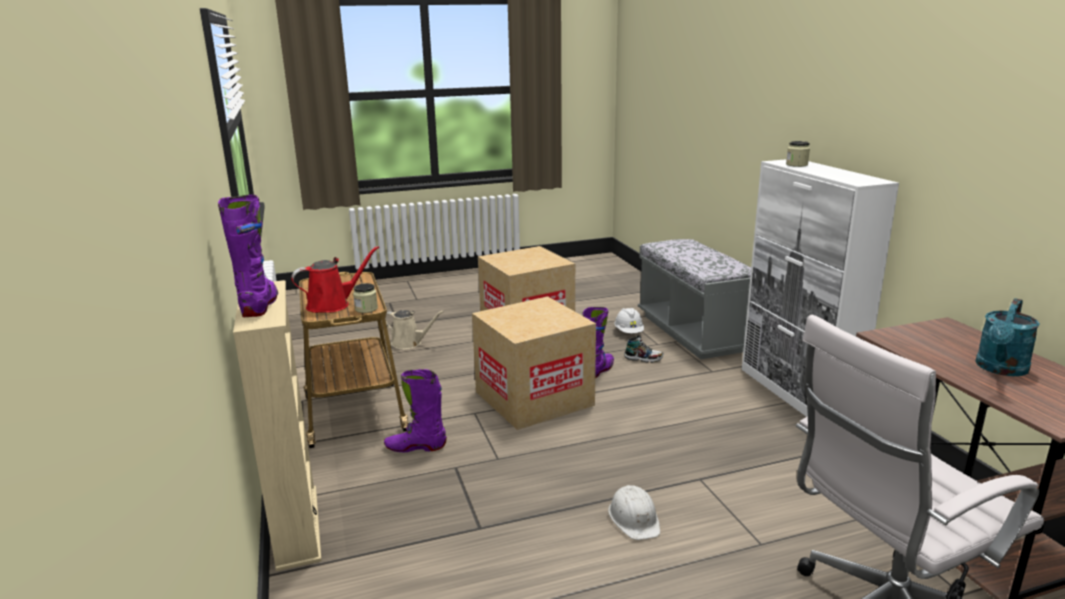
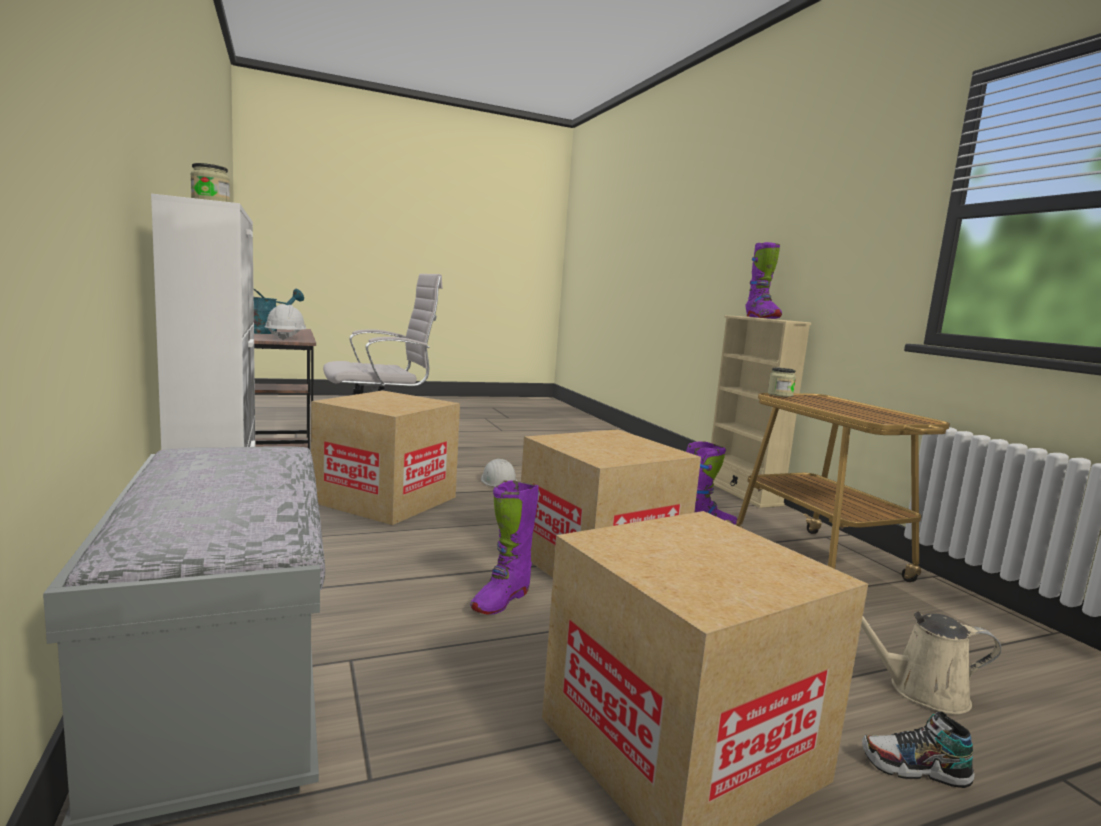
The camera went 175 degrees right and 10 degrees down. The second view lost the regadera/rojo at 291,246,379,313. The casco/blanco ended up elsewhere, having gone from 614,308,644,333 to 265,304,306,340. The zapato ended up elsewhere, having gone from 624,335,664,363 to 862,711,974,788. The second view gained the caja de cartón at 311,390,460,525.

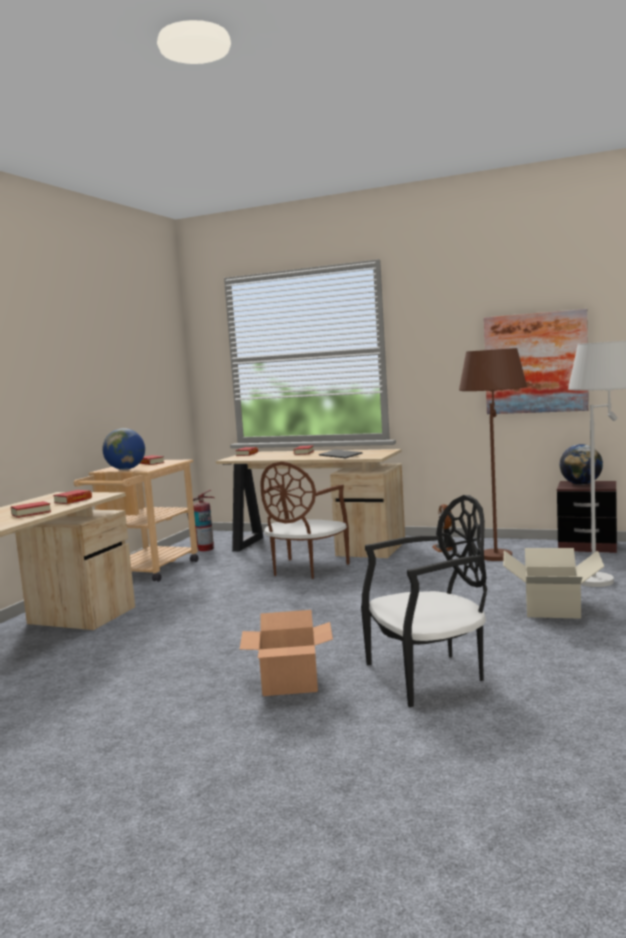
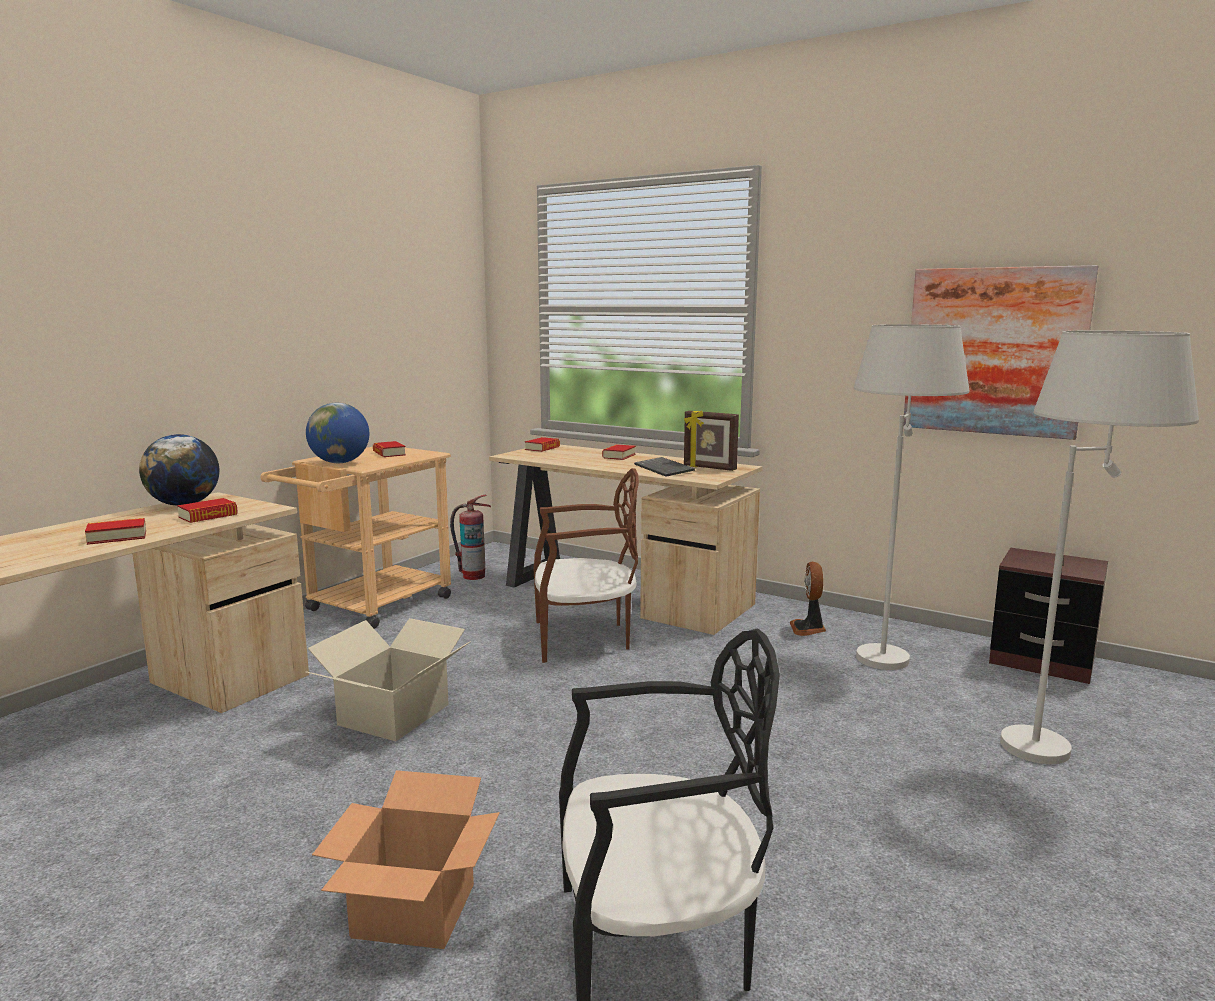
The camera went 10 degrees right and 5 degrees up. What was the lámpara de pie/marrón at 459,348,527,561 turned into the lámpara de pie/blanco at 854,324,969,670. The globo terráqueo ended up elsewhere, having gone from 560,444,603,485 to 139,434,220,506. The silla/marrón at 260,462,350,579 ended up facing another way, 135 degrees counterclockwise from before. The caja de cartón ended up elsewhere, having gone from 503,548,604,619 to 306,618,470,741. The second view gained the portarretratos at 684,411,739,471.

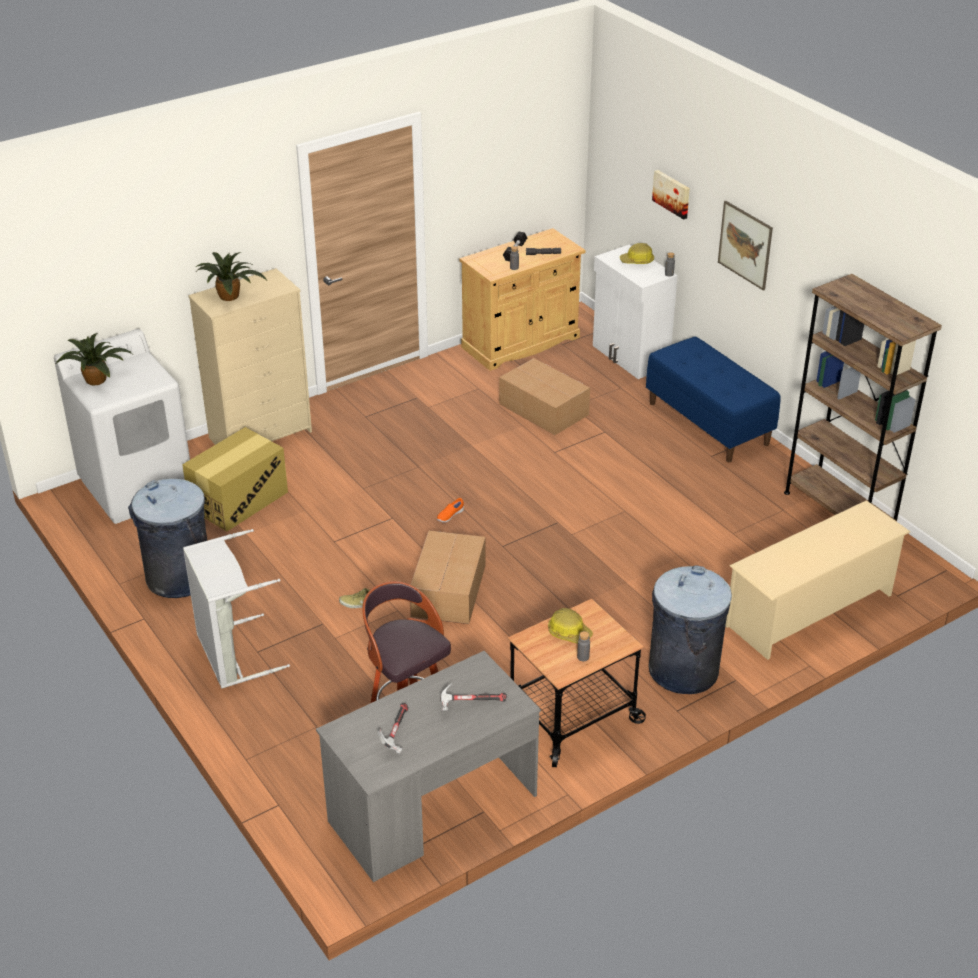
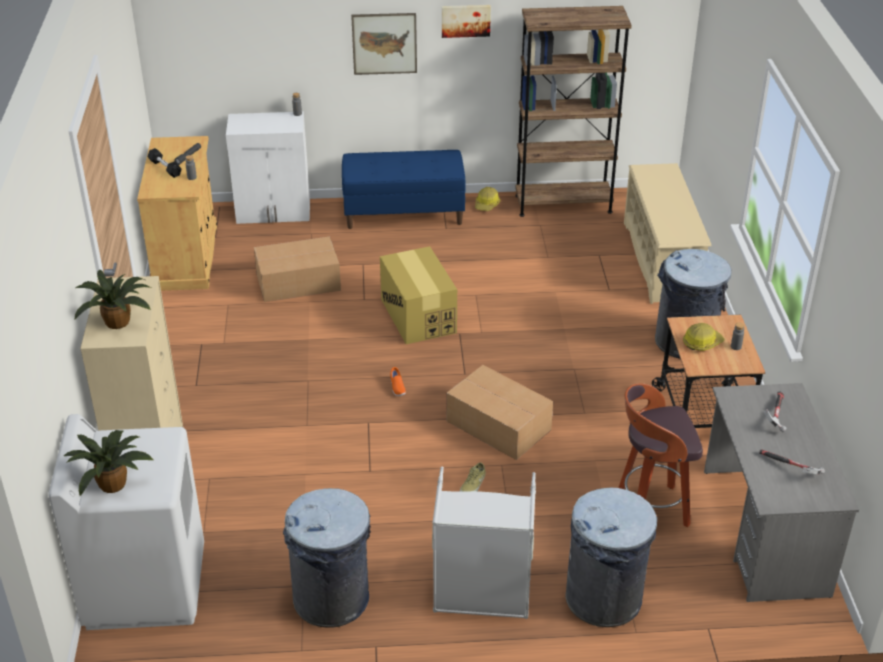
The camera went 60 degrees left and 0 degrees up. The cuadro ended up elsewhere, having gone from 652,170,690,219 to 442,5,491,38. The casco ended up elsewhere, having gone from 620,243,654,264 to 475,187,500,211. The caja de cartón ended up elsewhere, having gone from 182,427,288,532 to 380,246,457,344. The second view gained the papelera/gris at 565,487,657,627.

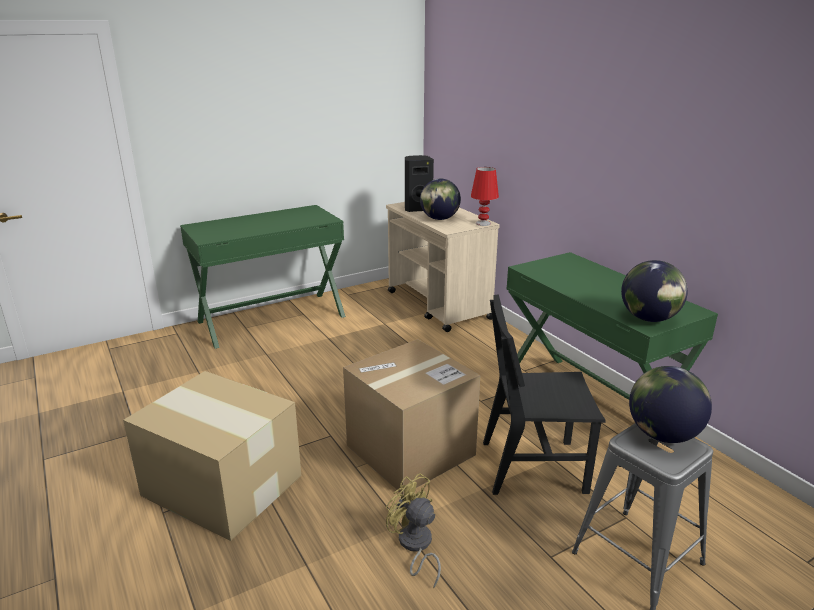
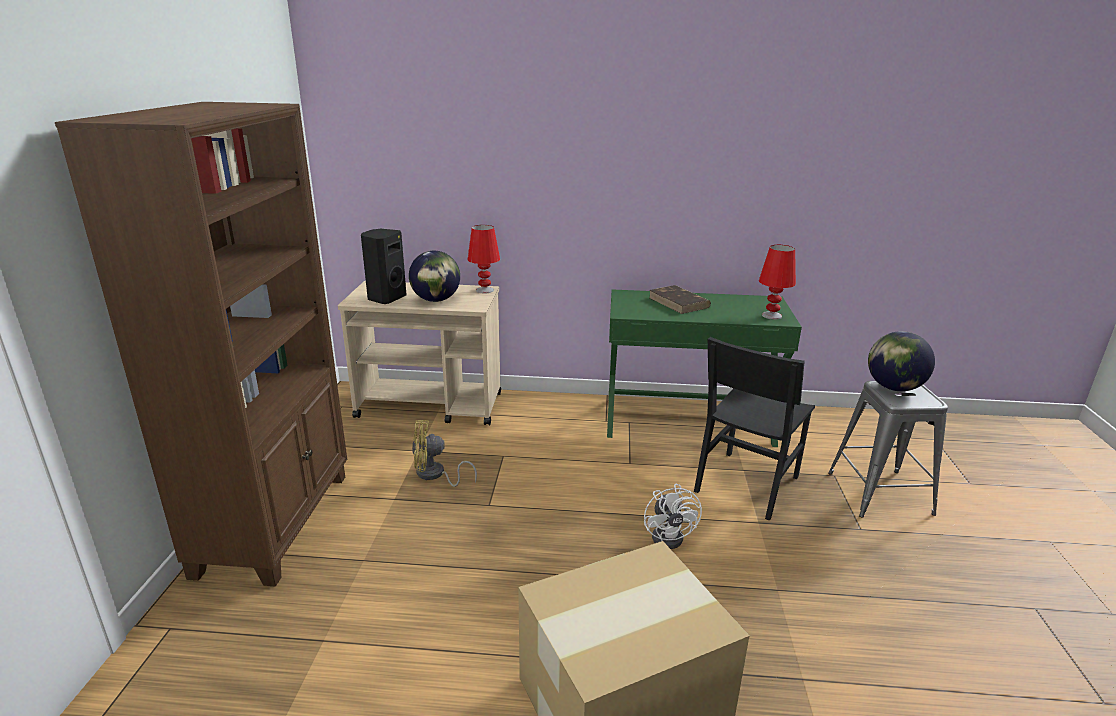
The camera went 55 degrees left and 0 degrees up. Where the escritorio/verde stood at 180,205,346,349, the estantería/marrón came to stand at 55,102,347,586. Where the globo terráqueo stood at 621,260,688,322, the lámpara de mesa/rojo came to stand at 759,245,796,319. Where the caja de cartón stood at 343,339,480,495, the ventilador/blanco came to stand at 644,484,702,549. The ventilador/amarillo ended up elsewhere, having gone from 386,473,441,588 to 412,420,477,487. The second view gained the libro/marrón at 649,285,711,314.

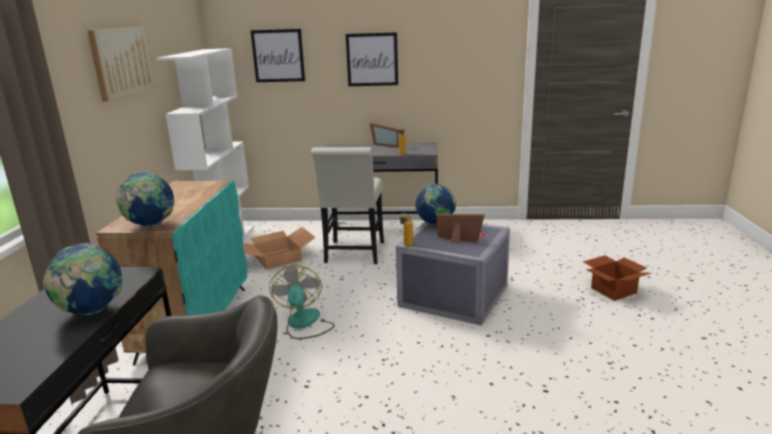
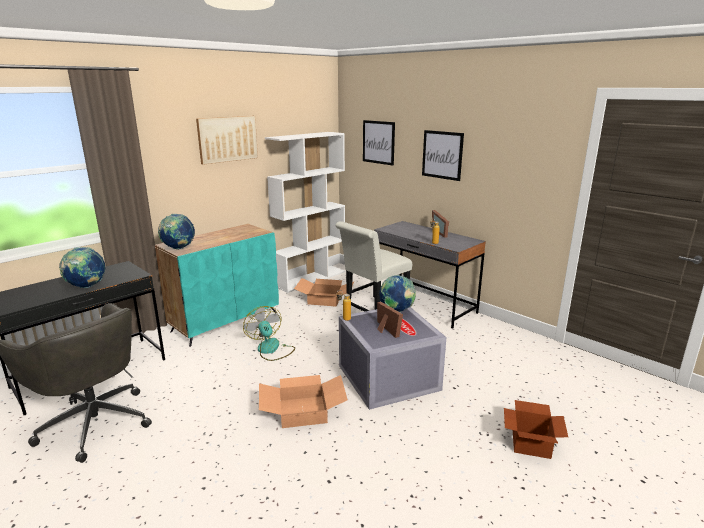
The camera went 40 degrees right and 0 degrees up. The ventilador at 269,265,335,339 ended up facing another way, 60 degrees counterclockwise from before. The second view gained the caja de cartón at 259,375,348,428.

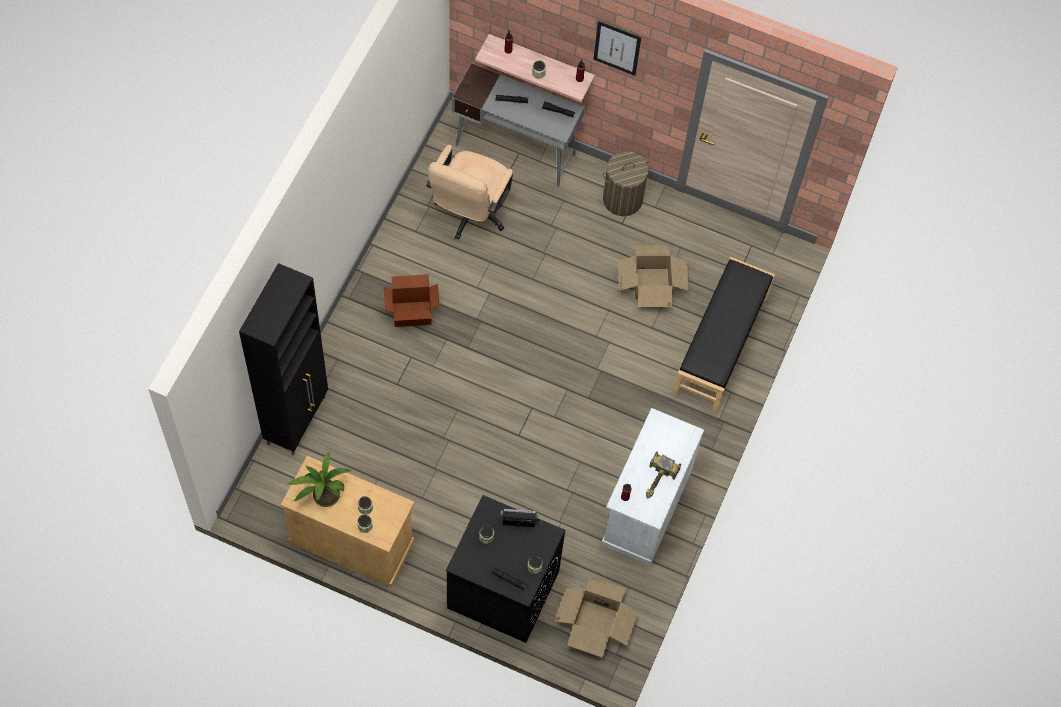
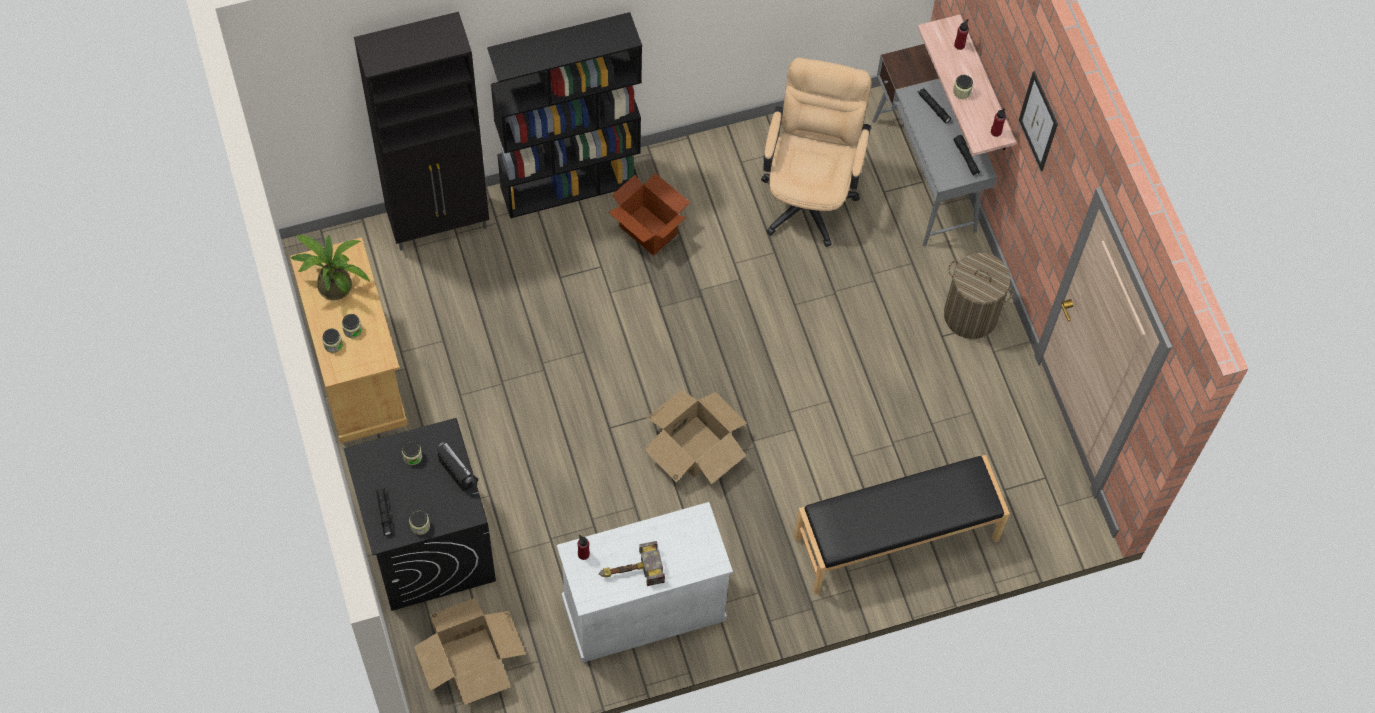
The camera went 50 degrees right and 0 degrees up. The silla de oficina/beis at 426,145,513,240 ended up facing another way, 120 degrees clockwise from before. The caja de cartón ended up elsewhere, having gone from 618,245,689,307 to 645,390,747,485. The second view gained the estantería/negro at 487,12,642,218.

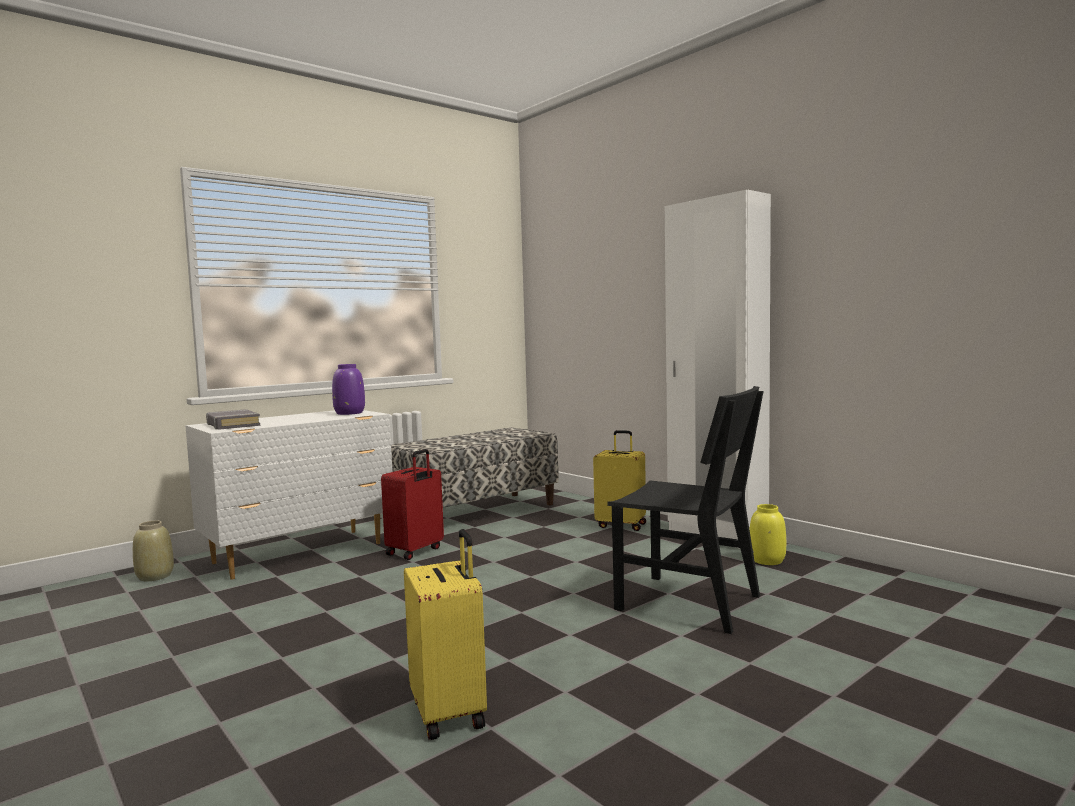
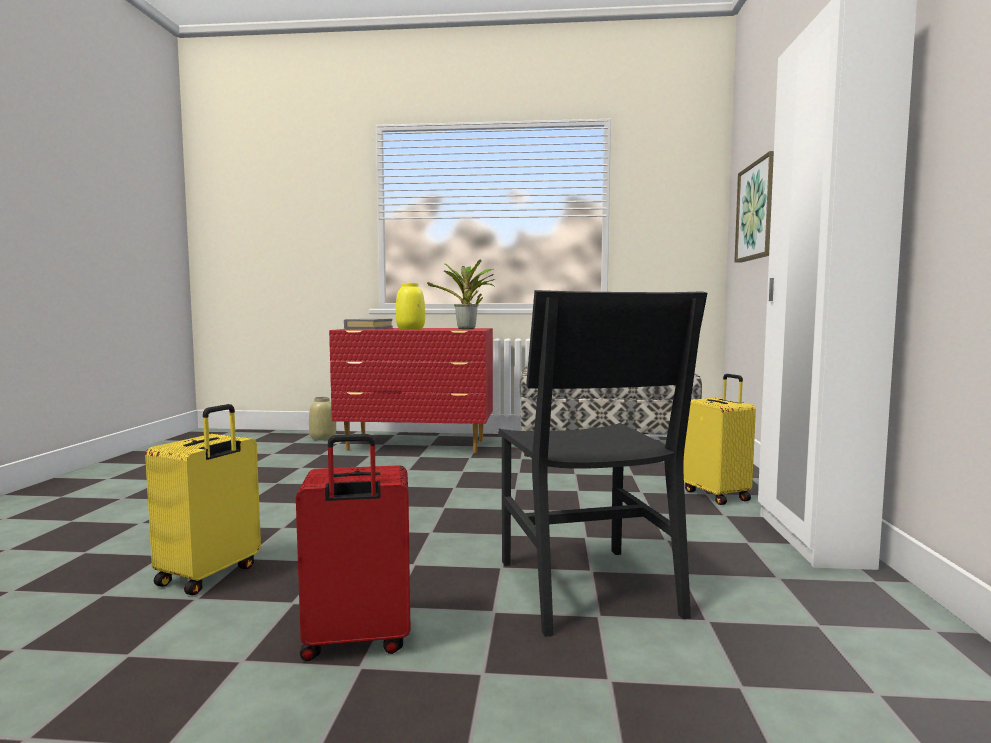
The camera went 45 degrees right and 0 degrees up. Where the florero/morado stood at 332,364,365,415, the planta en maceta came to stand at 427,260,496,329. What was the cómoda/blanco at 185,410,393,580 turned into the cómoda/rojo at 329,328,493,453. The maleta/rojo ended up elsewhere, having gone from 381,449,444,560 to 296,434,410,661. The florero/amarillo ended up elsewhere, having gone from 749,504,786,565 to 396,283,425,330. The second view gained the cuadro at 734,151,774,263.

